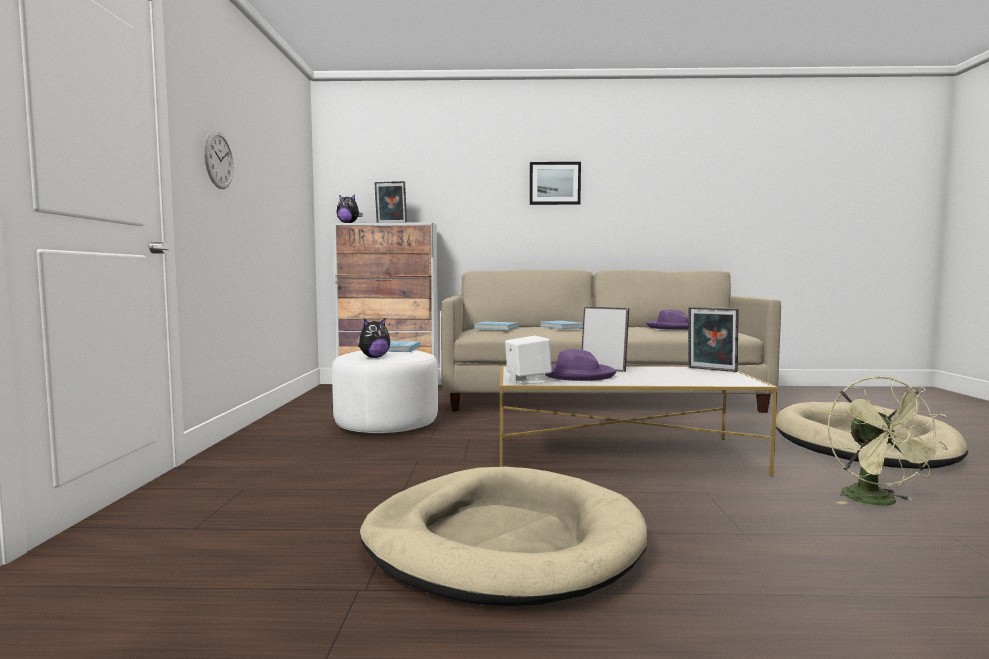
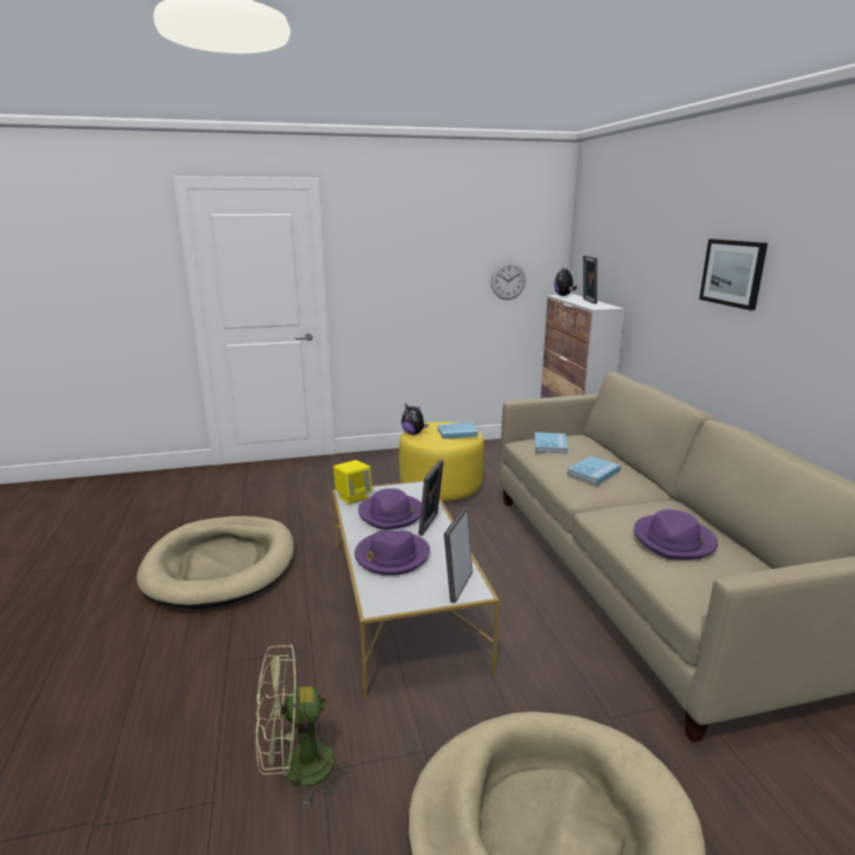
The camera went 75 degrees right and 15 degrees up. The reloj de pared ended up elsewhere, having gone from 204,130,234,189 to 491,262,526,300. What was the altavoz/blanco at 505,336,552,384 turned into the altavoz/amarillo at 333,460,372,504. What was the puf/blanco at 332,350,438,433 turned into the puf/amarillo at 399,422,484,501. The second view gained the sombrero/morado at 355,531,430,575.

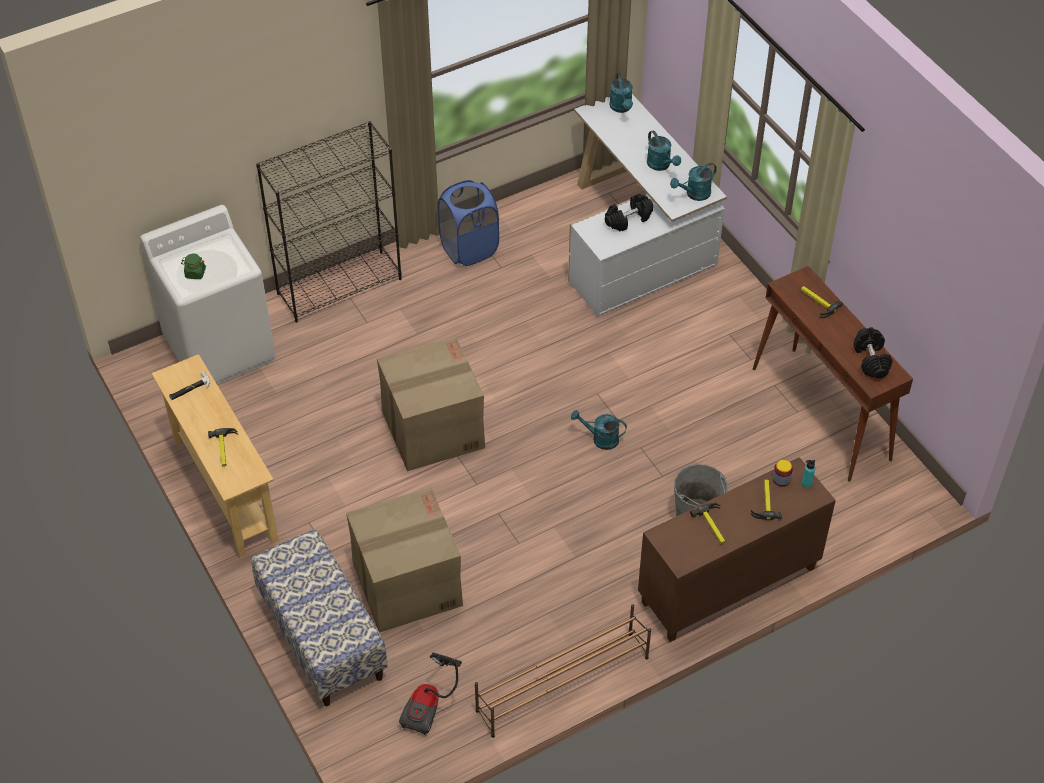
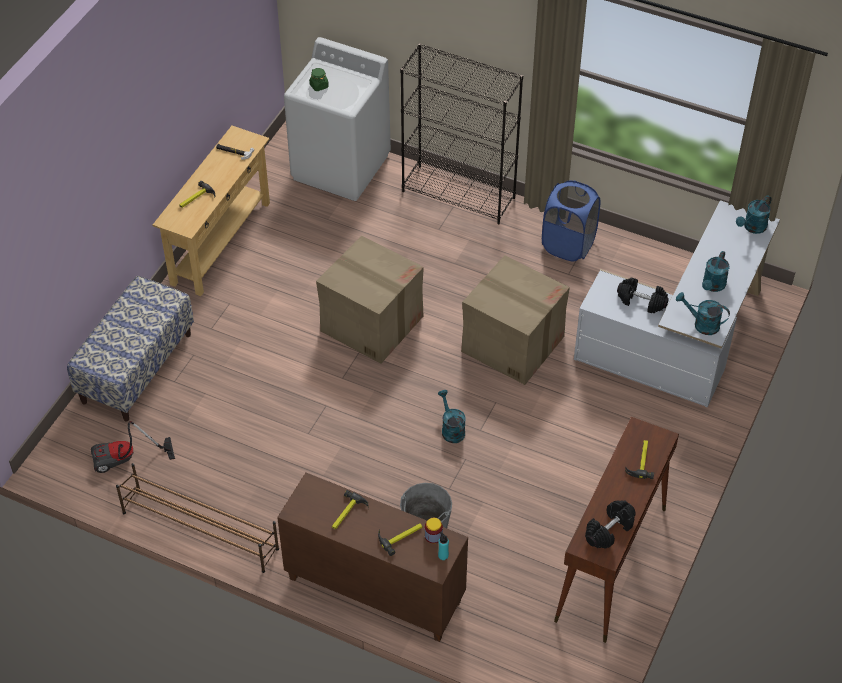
The camera went 55 degrees right and 0 degrees up. The caja de cartón ended up elsewhere, having gone from 346,487,463,632 to 461,255,570,385.

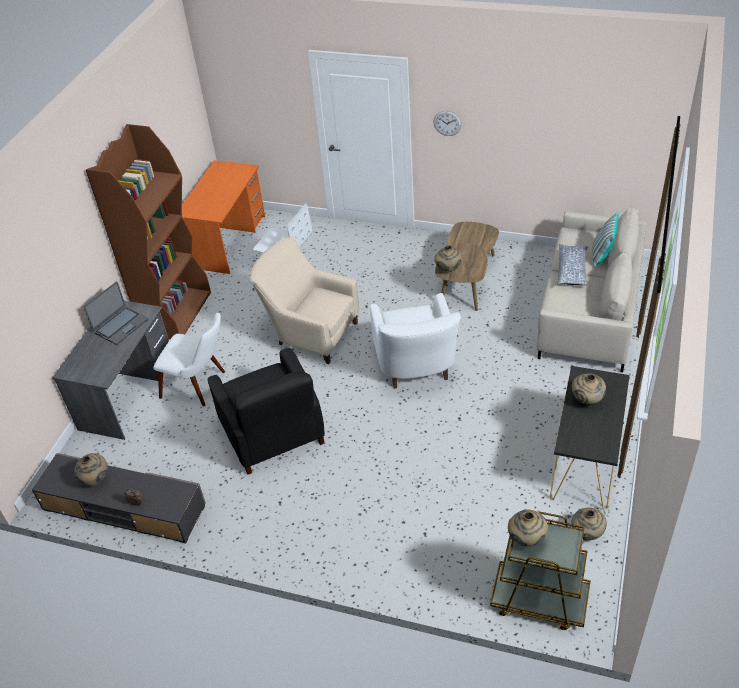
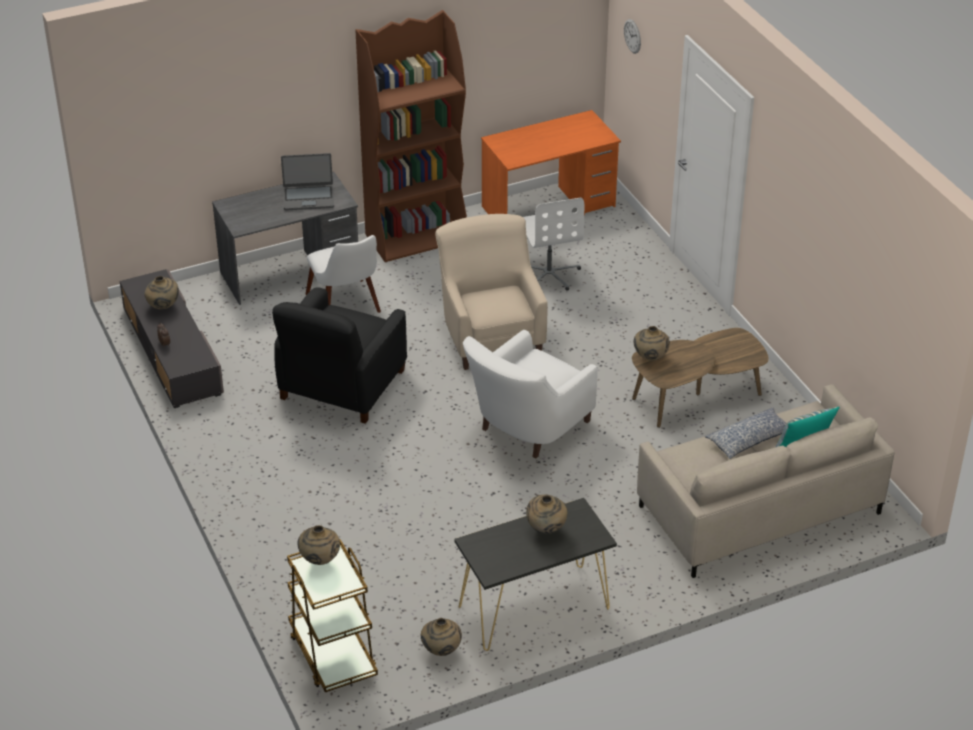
The camera went 45 degrees right and 5 degrees down. The reloj de pared ended up elsewhere, having gone from 433,111,462,136 to 624,19,641,54.

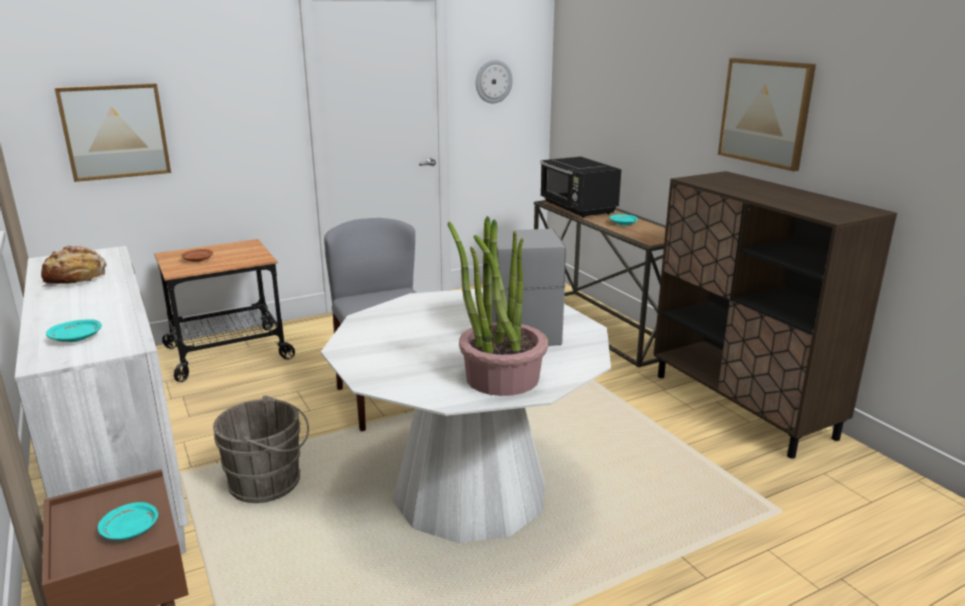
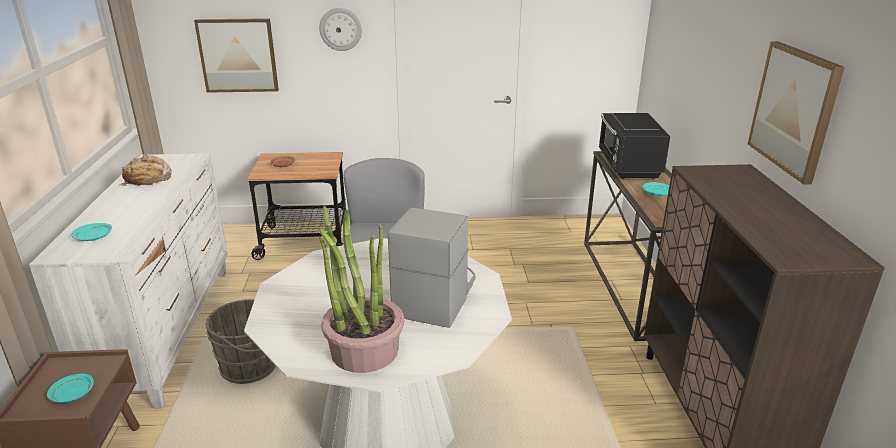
The camera went 25 degrees right and 5 degrees up. The reloj de pared ended up elsewhere, having gone from 476,60,513,103 to 319,8,362,51.

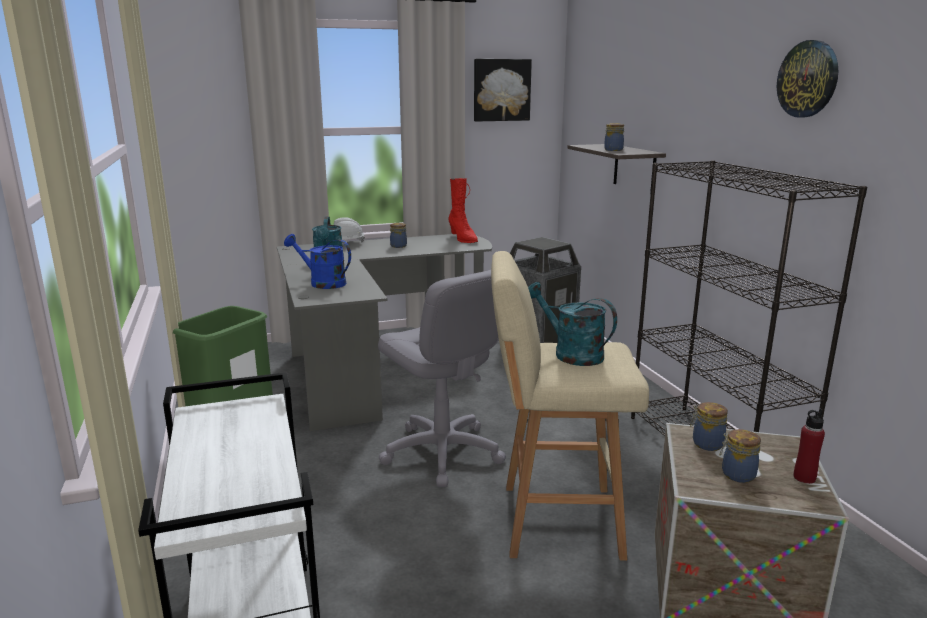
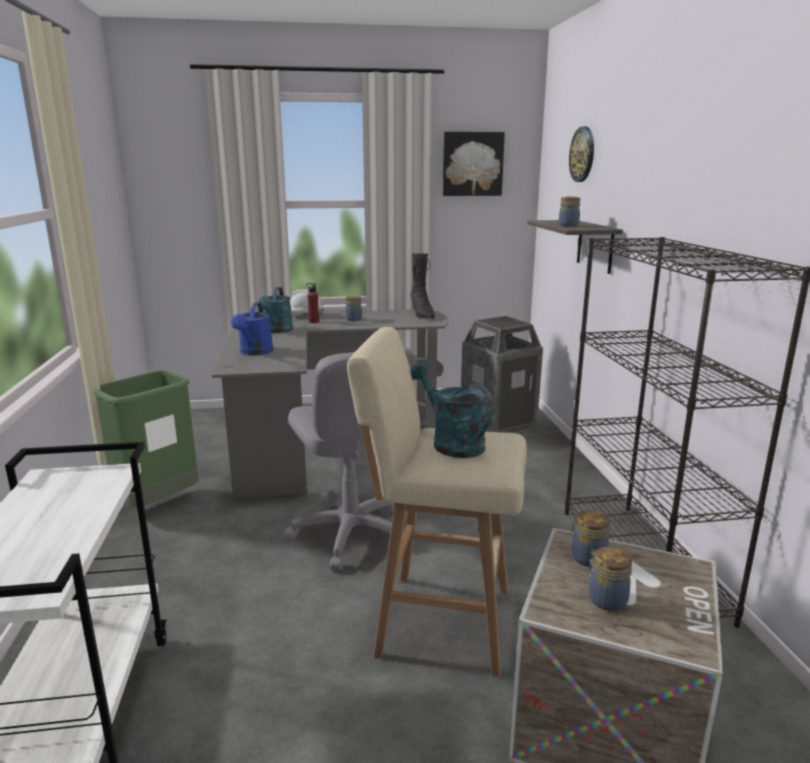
The camera went 10 degrees right and 0 degrees up. The reloj de pared ended up elsewhere, having gone from 777,40,838,118 to 569,127,594,182. What was the bota/rojo at 448,178,478,243 turned into the bota/negro at 410,253,435,319. The regadera/azul at 284,234,351,289 ended up facing another way, 120 degrees counterclockwise from before. The botella/rojo ended up elsewhere, having gone from 794,408,825,484 to 306,283,319,323.

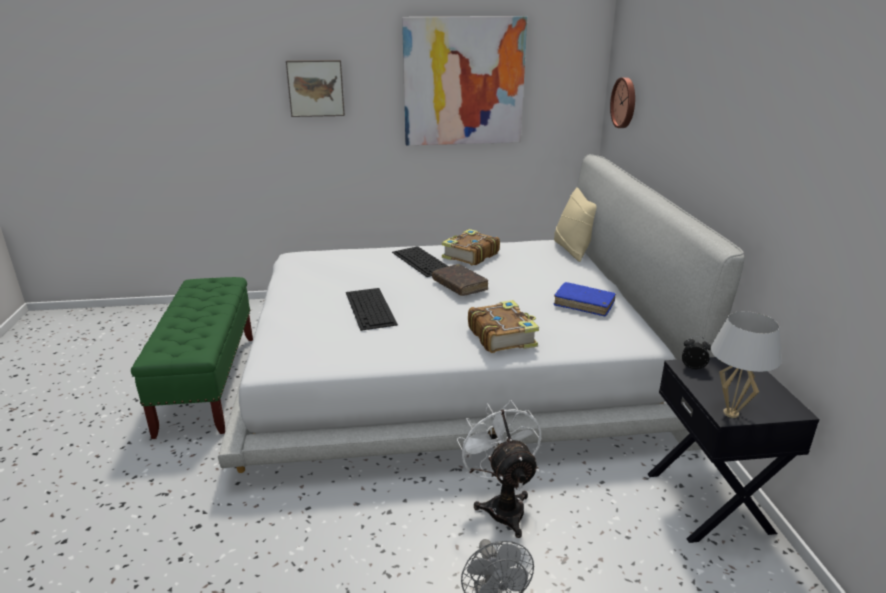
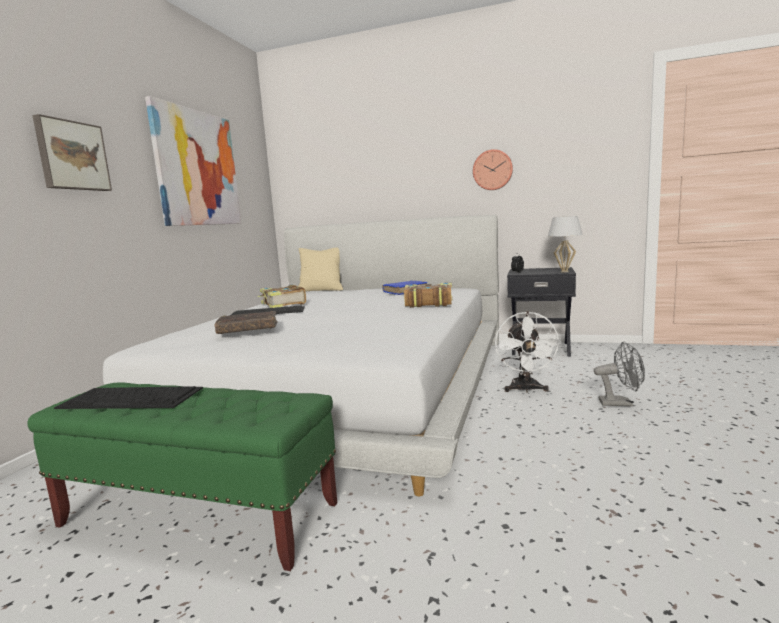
The camera went 65 degrees left and 15 degrees down. The reloj de pared ended up elsewhere, having gone from 610,77,635,128 to 473,149,513,190. The libro/marrón ended up elsewhere, having gone from 432,264,488,296 to 214,311,277,334. The teclado ended up elsewhere, having gone from 346,288,398,331 to 54,386,203,409. The ventilador/blanco at 457,400,541,538 ended up facing another way, 90 degrees counterclockwise from before.

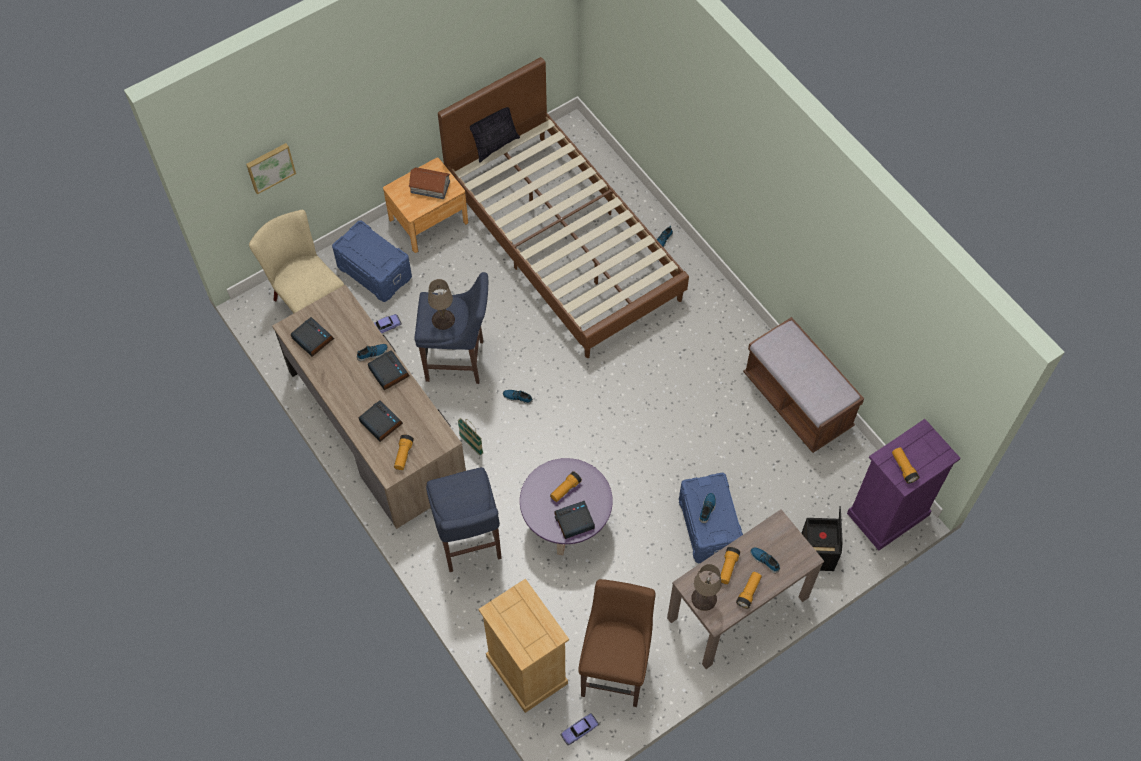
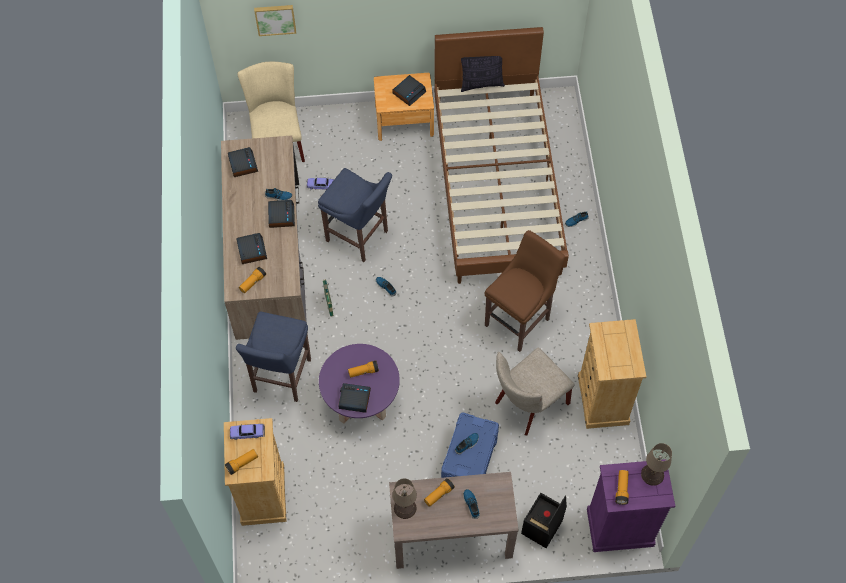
The camera went 30 degrees right and 0 degrees up. Where the casita stood at 408,167,451,199, the despertador came to stand at 392,75,426,106. The second view lost the caja de almacenaje/azul at 332,220,412,302. The lámpara de mesa/beis ended up elsewhere, having gone from 428,279,455,330 to 641,443,672,486. Where the banco/marrón stood at 743,317,864,453, the cómoda/beis came to stand at 578,319,646,429. The linterna ended up elsewhere, having gone from 736,572,762,609 to 225,449,258,475. The taburete/marrón ended up elsewhere, having gone from 578,579,655,707 to 484,230,565,352. The coche de juguete ended up elsewhere, having gone from 560,713,599,746 to 230,424,265,440. The second view gained the silla/beis at 495,347,575,435.

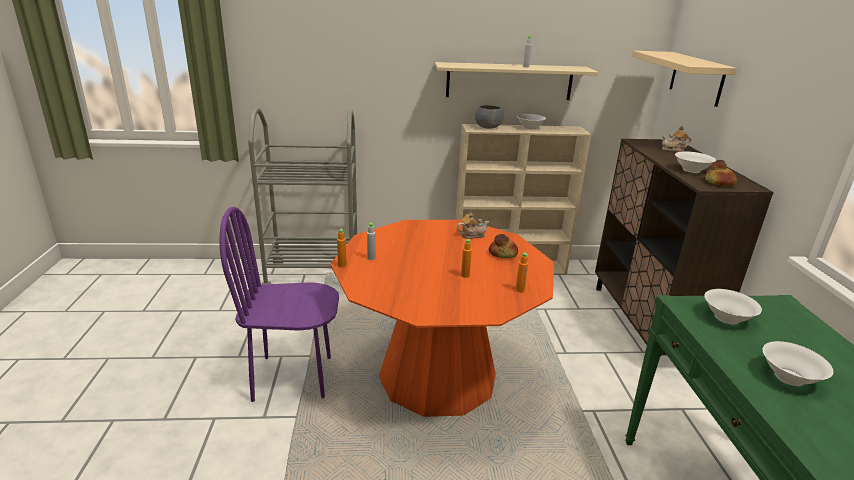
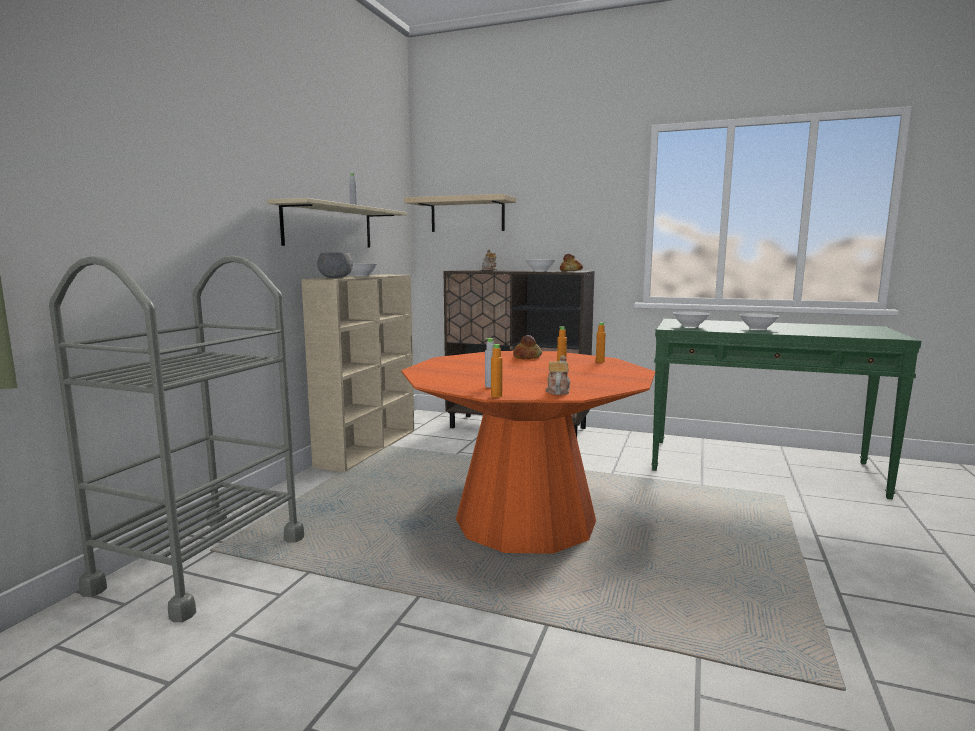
The camera went 65 degrees left and 15 degrees down. The second view lost the silla/morado at 219,207,339,402. The tetera ended up elsewhere, having gone from 457,213,489,239 to 545,355,570,395.

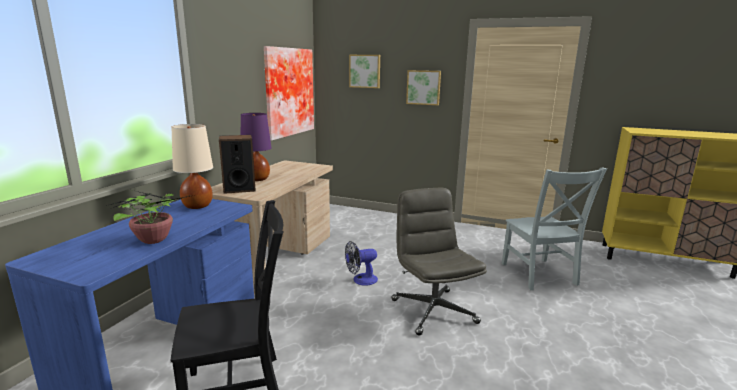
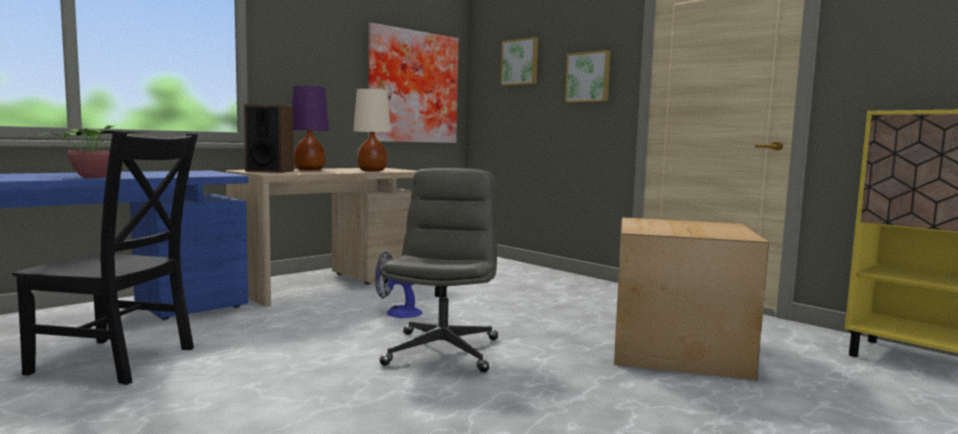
The camera went 25 degrees right and 10 degrees down. The lámpara de mesa/beis ended up elsewhere, having gone from 171,124,213,209 to 353,88,391,172. Where the silla/gris stood at 502,167,607,290, the caja de cartón came to stand at 614,217,769,380.

